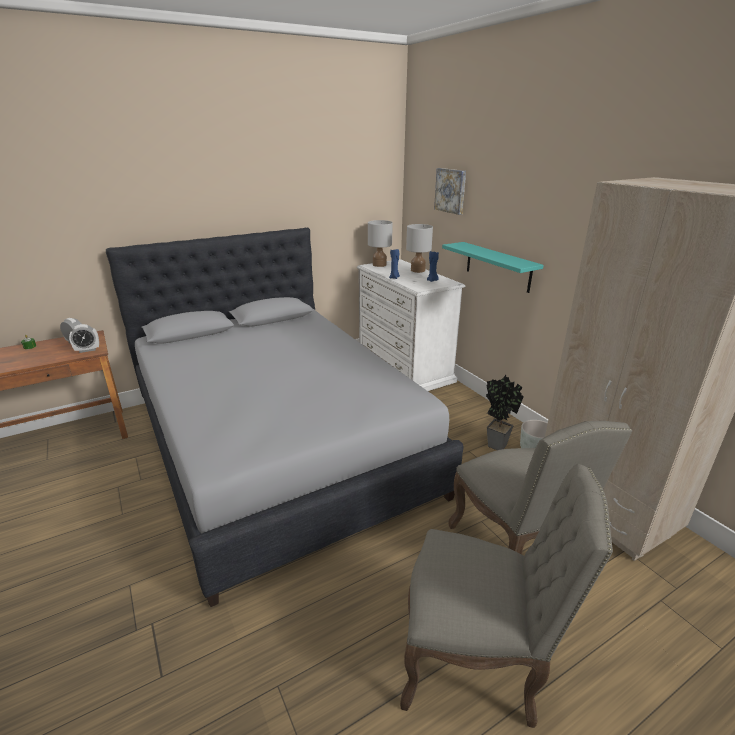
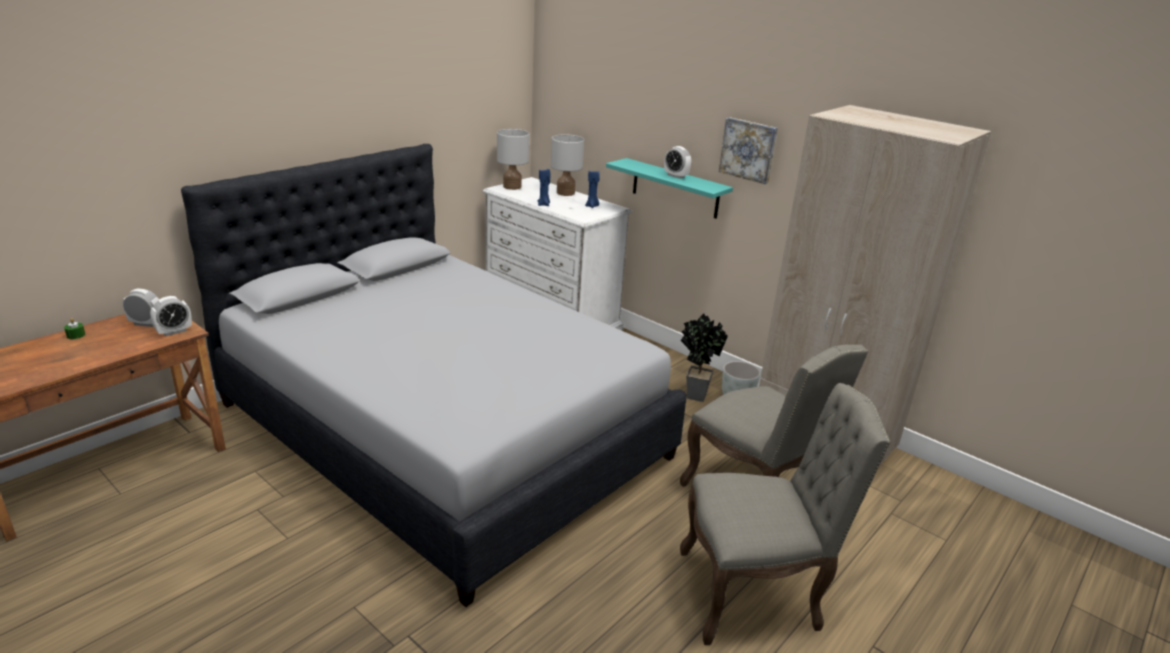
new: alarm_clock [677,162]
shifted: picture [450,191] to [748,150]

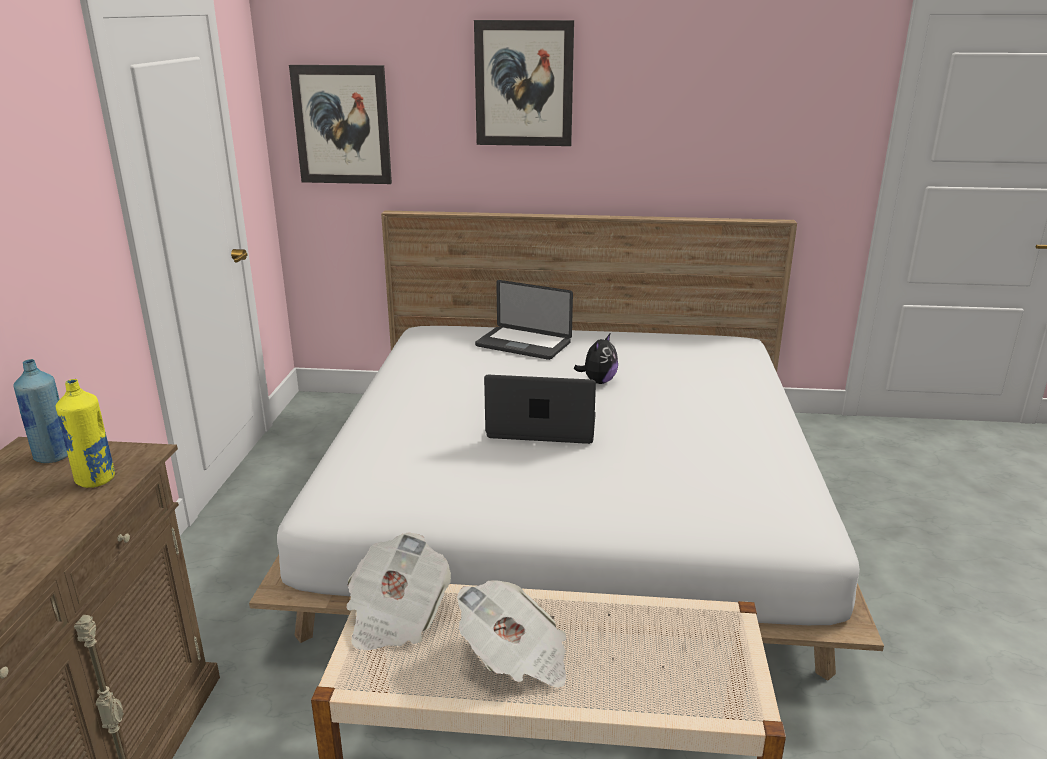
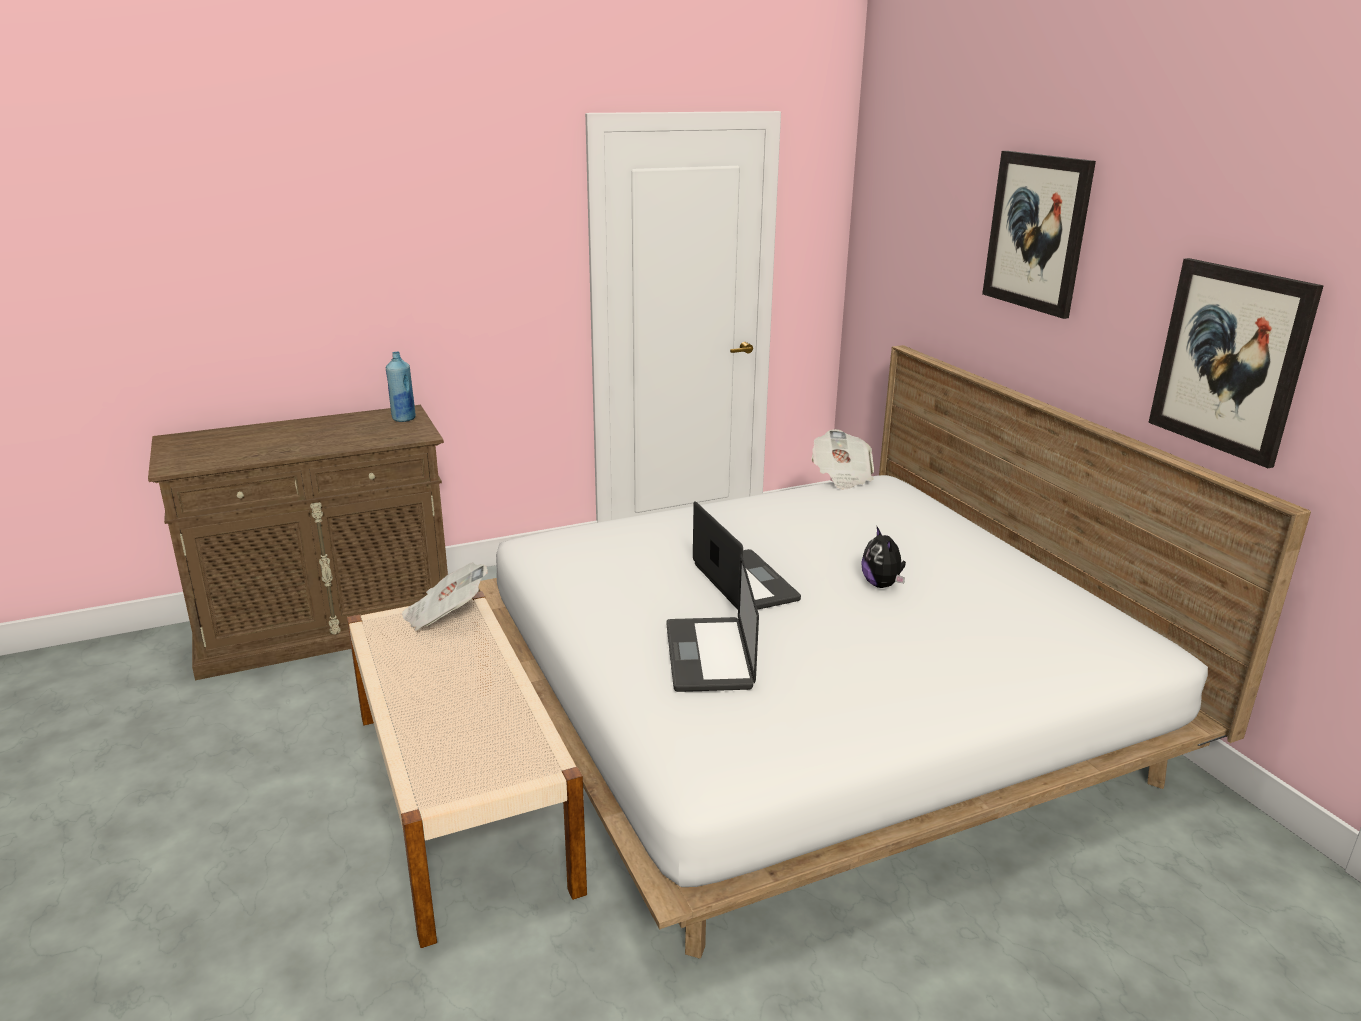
gone: yellow_bottle [85,433]
shifted: laptop [524,320] to [712,623]; newspaper [512,634] to [842,459]; picture [340,124] to [1236,363]
rotated: plush_toy [596,359] = [883,557] 75 degrees clockwise

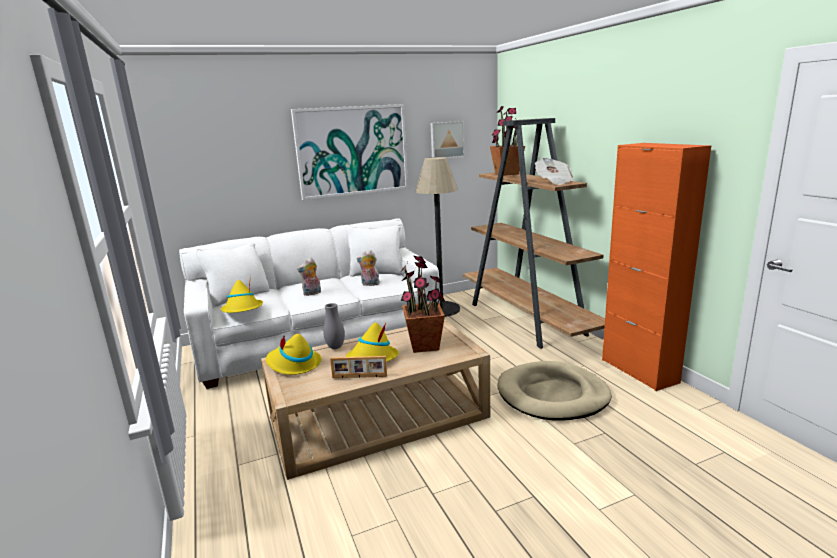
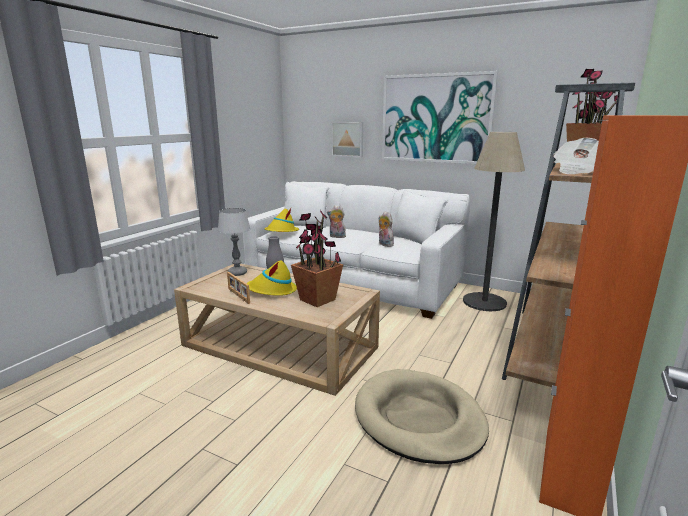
shifted: picture [448,139] to [347,139]
swapped: yellow_hat [294,354] to table_lamp [234,242]

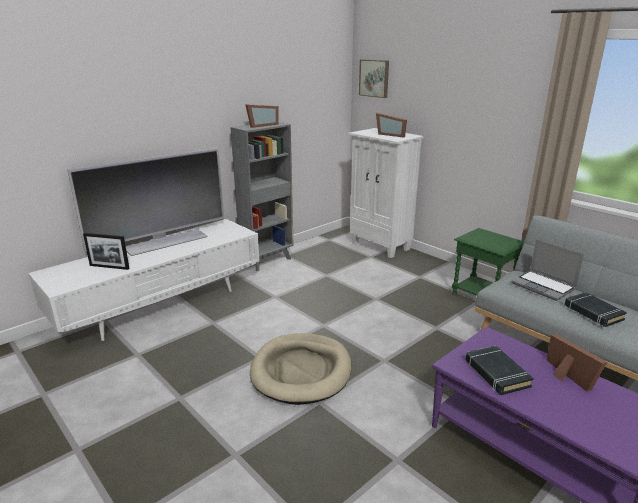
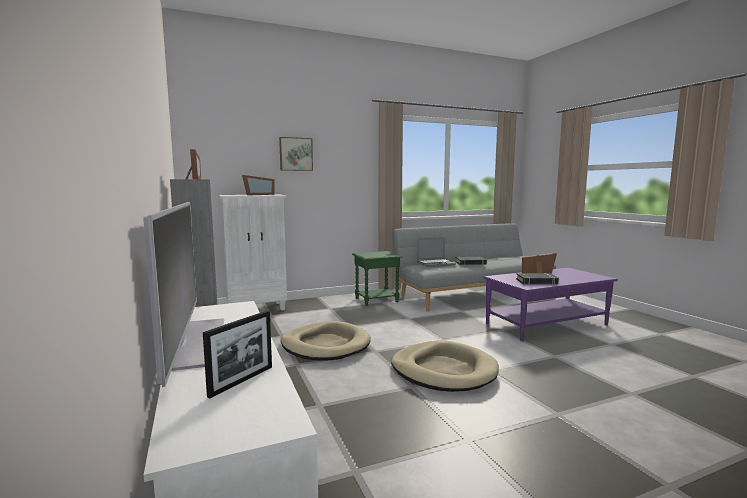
new: beige_dog_bed [326,341]
shifted: picture [374,78] to [296,154]

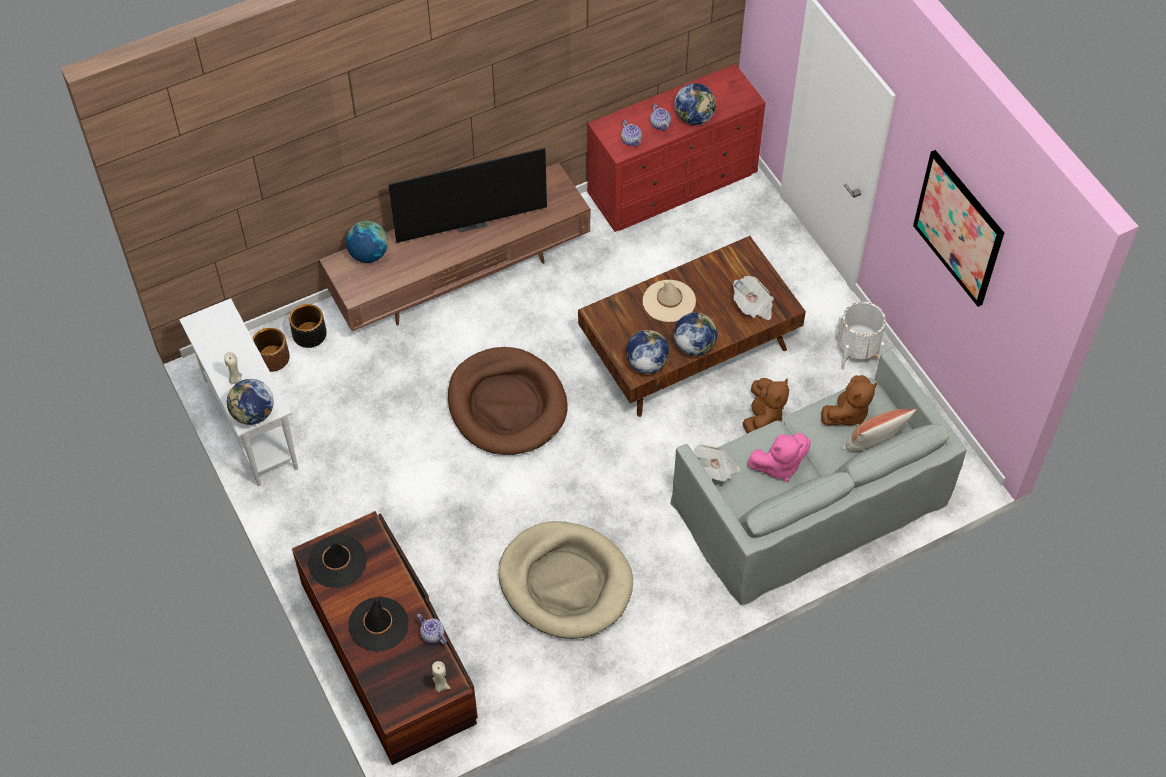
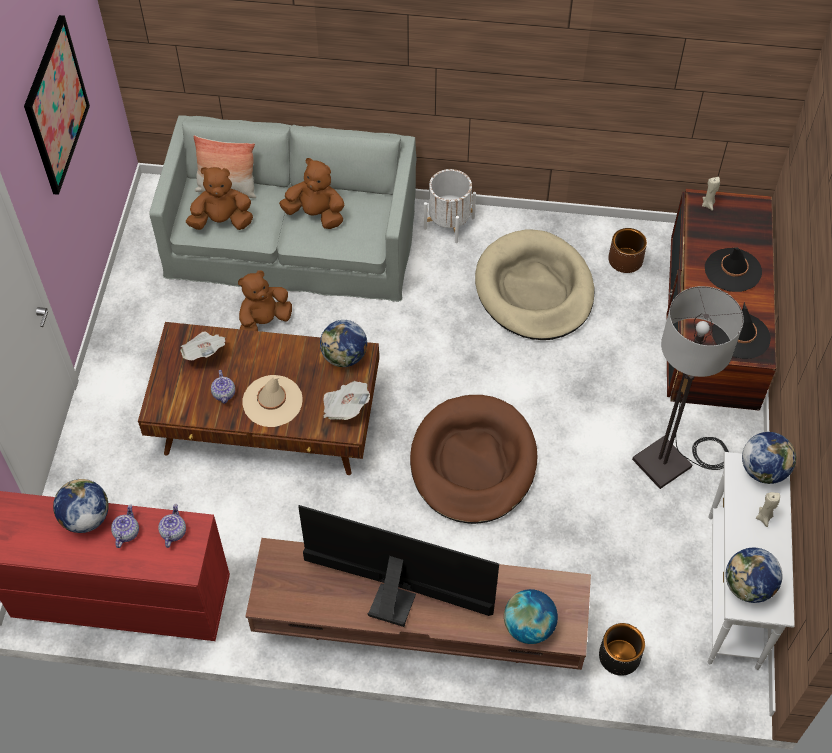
new: floor_lamp [688,387]
shifted: teapot [432,629] to [223,387]; newspaper [717,463] to [347,400]; white_planter [860,336] to [450,206]; brown_planter [271,349] to [627,250]; globe [695,334] to [754,575]
repainted: pink_plush_toy [779,457] to brown_plush_toy [311,193]

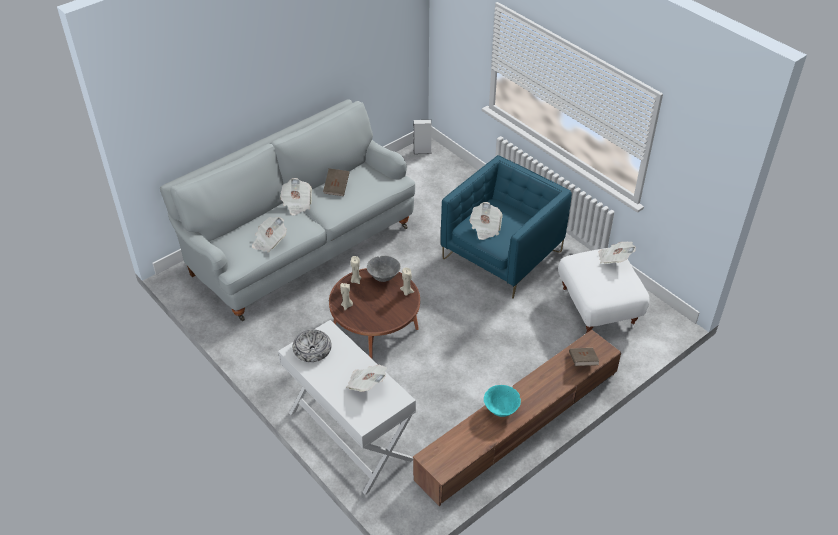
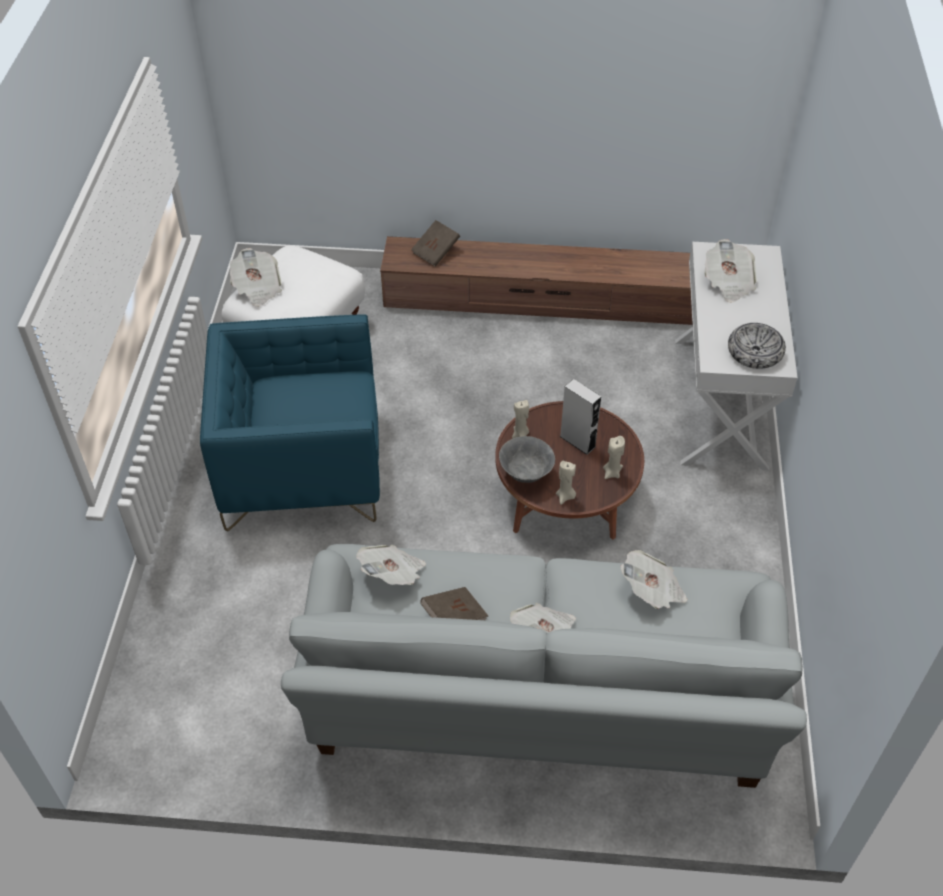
gone: turquoise_bowl [502,401]
shifted: newspaper [486,221] to [391,565]; grey_speaker [422,137] to [580,417]

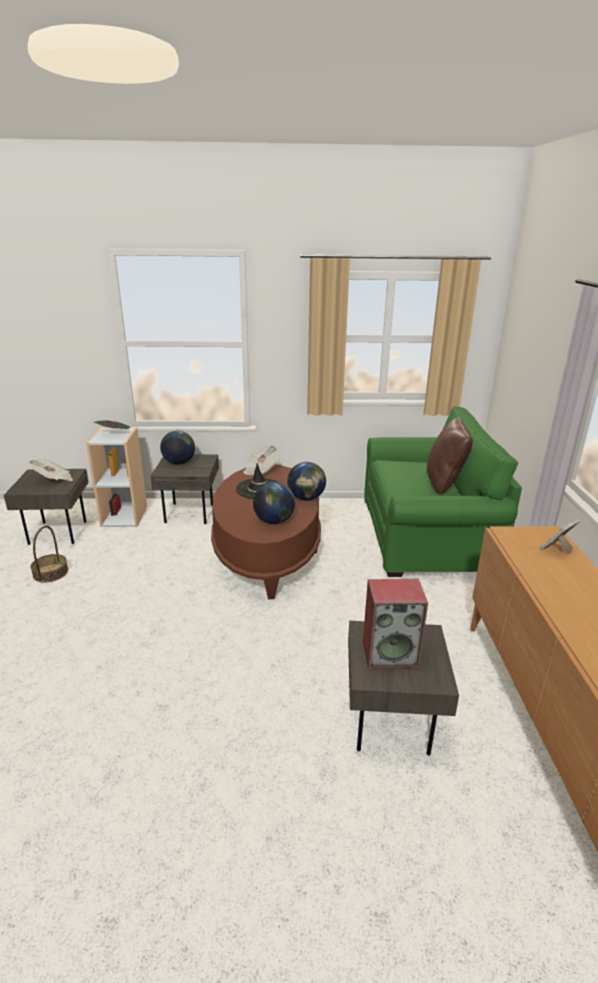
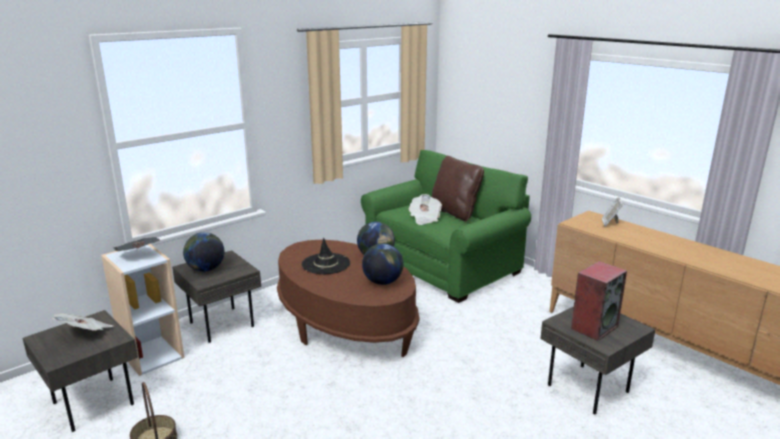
shifted: newspaper [262,460] to [425,209]

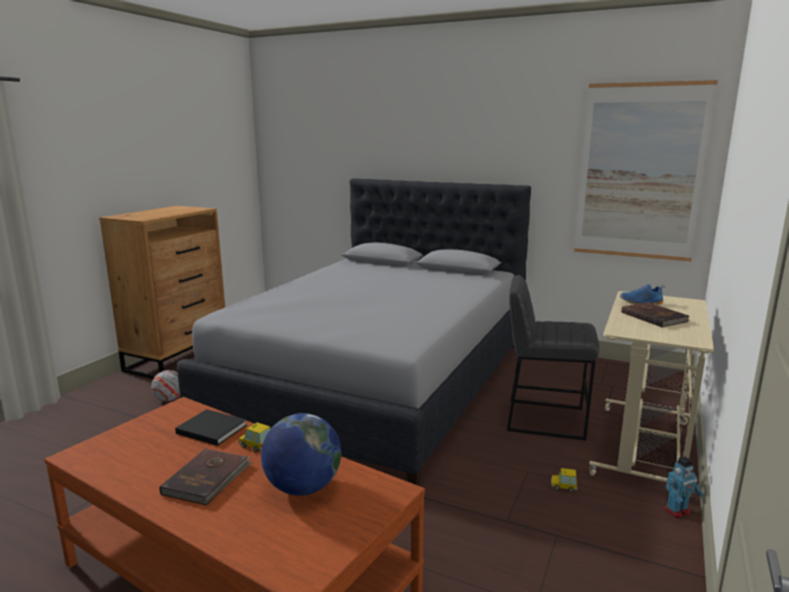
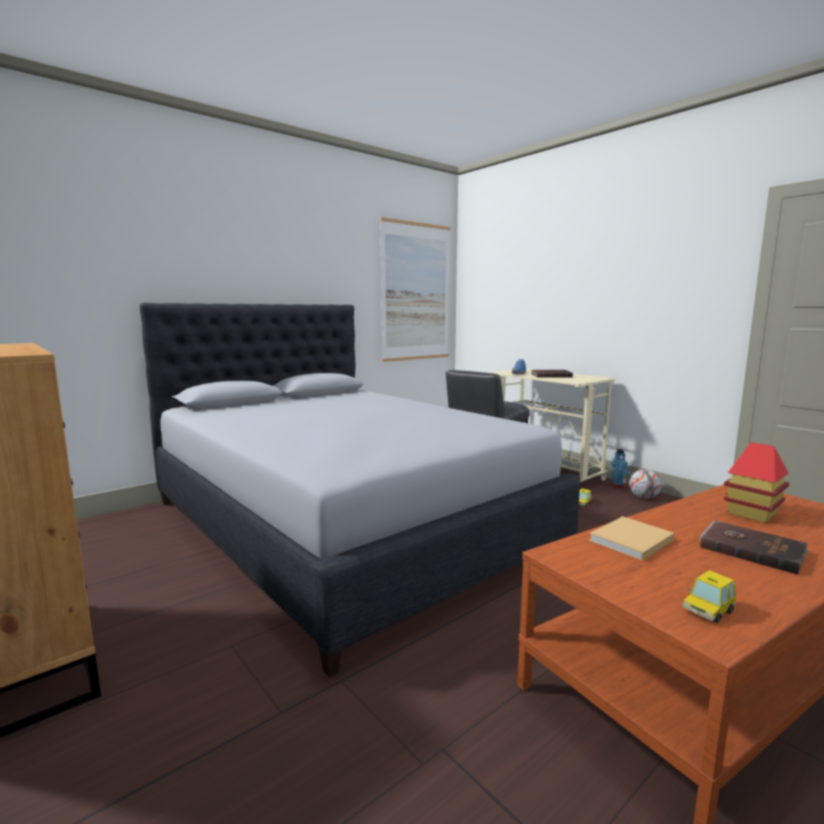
shifted: football [165,385] to [645,484]; toy_car [254,437] to [709,596]
swapped: globe [301,454] to toy_house [756,482]
repainted: black_book [211,427] to beige_book [632,538]

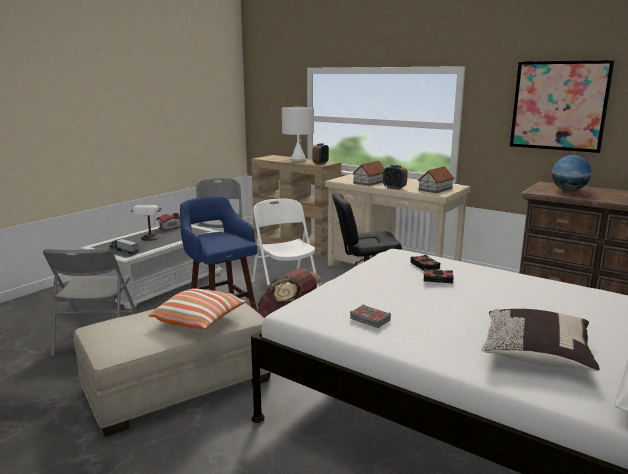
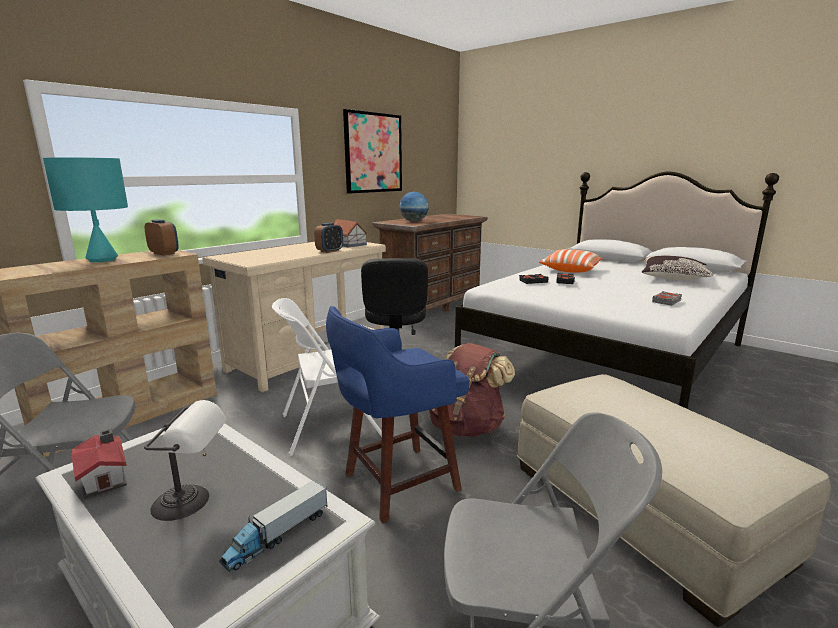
gone: toy_house [369,173]
shifted: pillow [197,308] to [571,261]
repainted: white_table_lamp [298,134] to turquoise_table_lamp [85,209]

